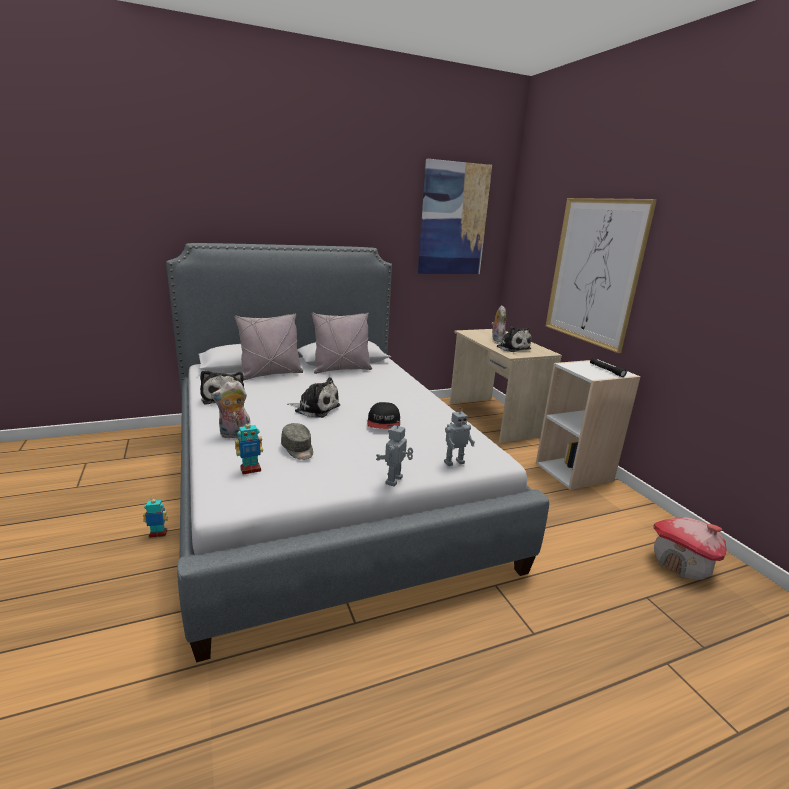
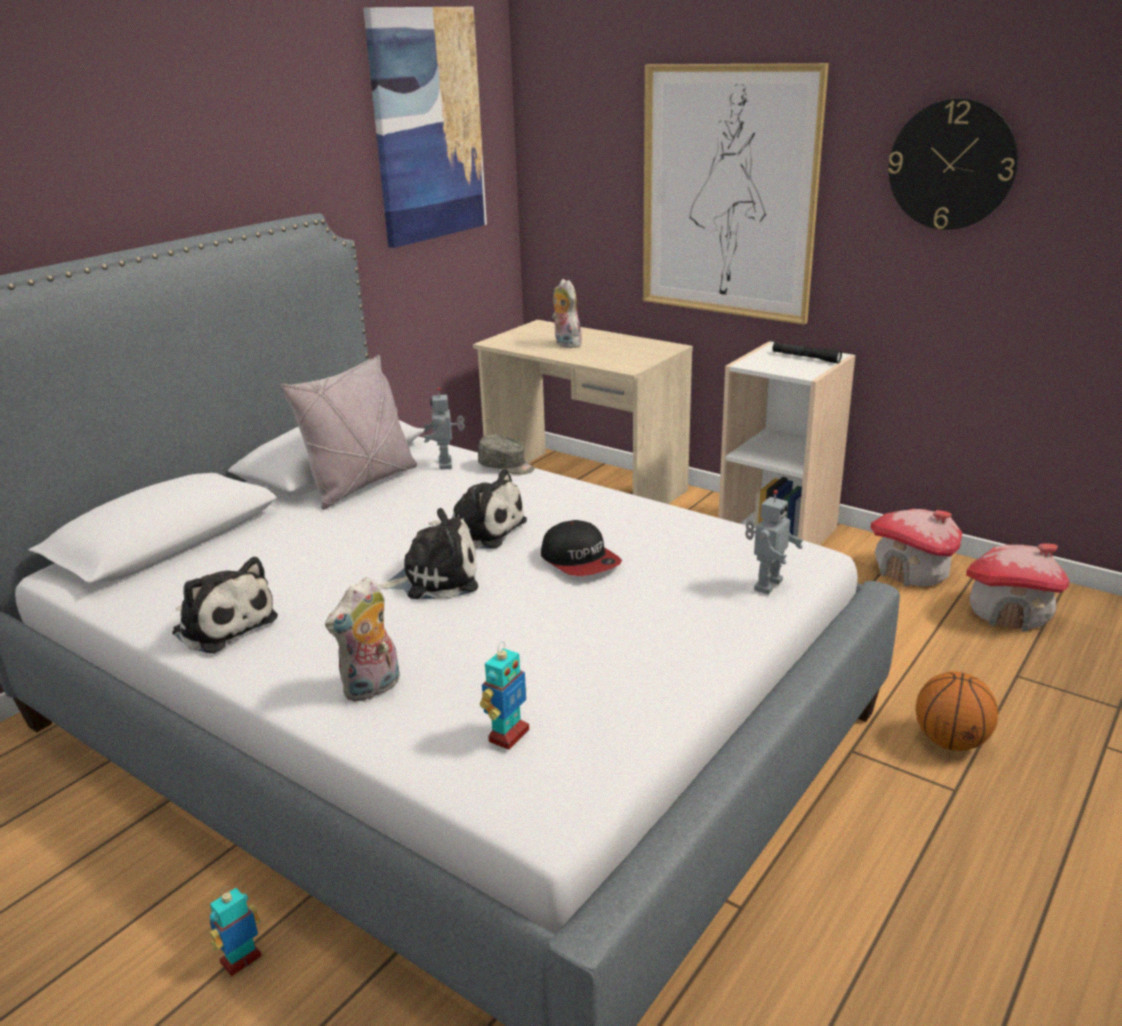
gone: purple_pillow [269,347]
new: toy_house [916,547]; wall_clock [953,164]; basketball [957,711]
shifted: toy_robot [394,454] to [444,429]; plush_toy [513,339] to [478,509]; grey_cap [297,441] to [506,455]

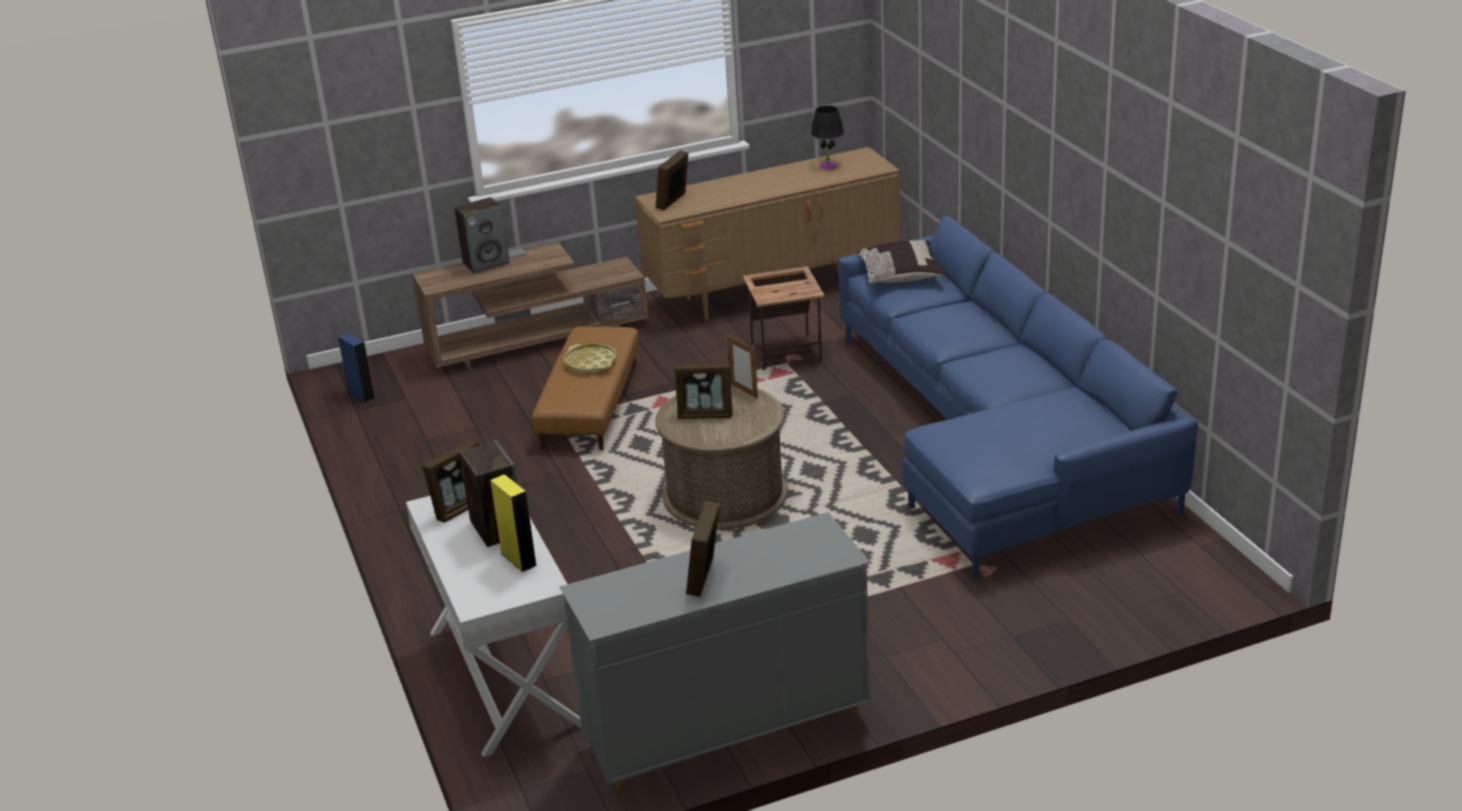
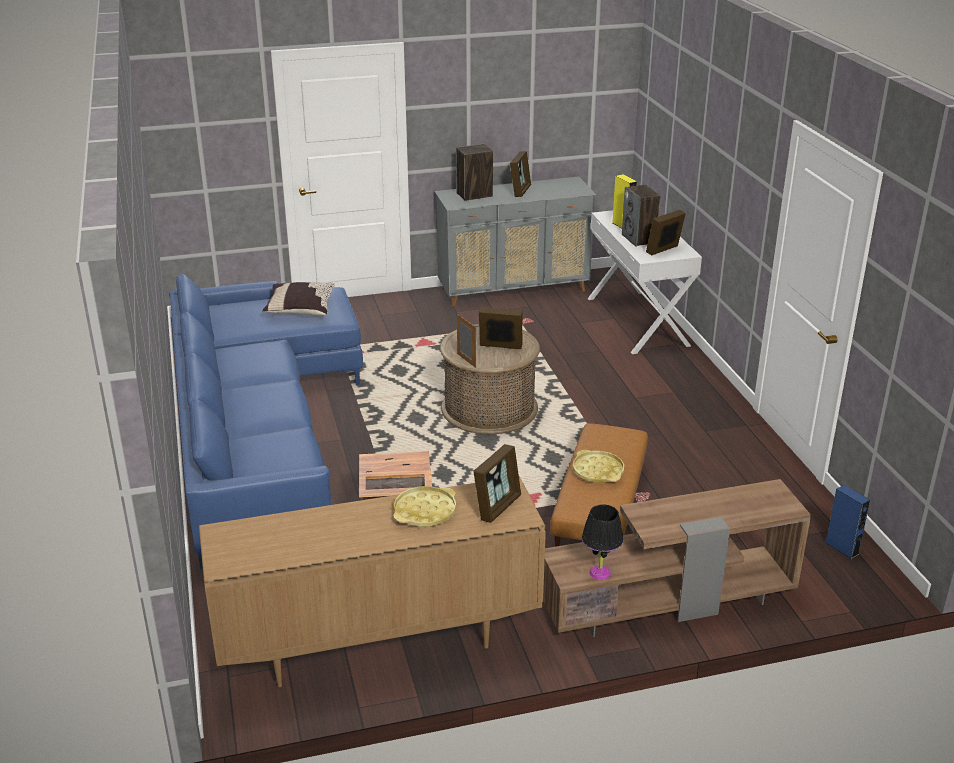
new: yellow_tray [424,506]
shifted: pillow [901,261] to [299,298]; speaker [482,235] to [474,172]; black_table_lamp [827,138] to [602,542]

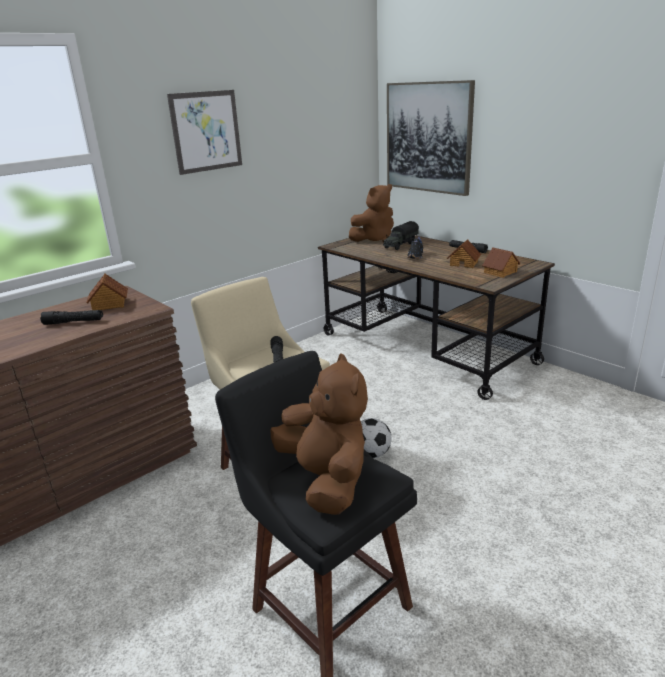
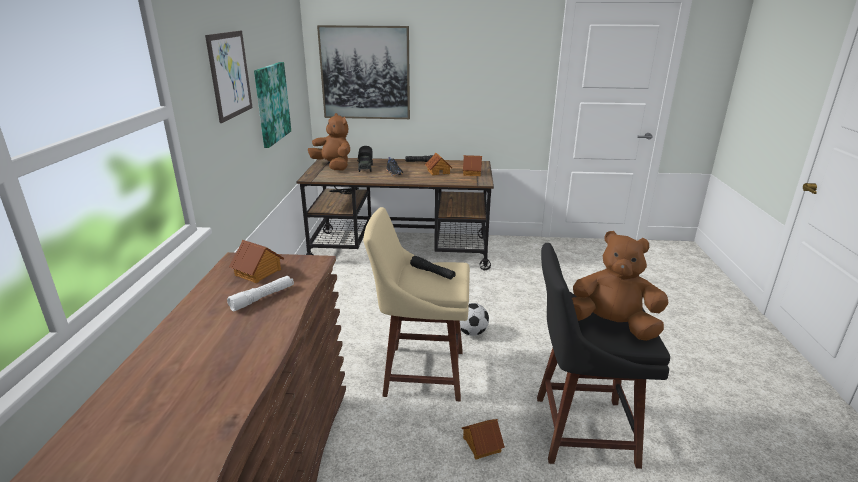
new: picture [272,105]; toy_house [483,439]
repainted: black_flashlight [71,317] to white_flashlight [260,293]
rotated: brown_plush_toy [371,213] = [329,142] 60 degrees counterclockwise

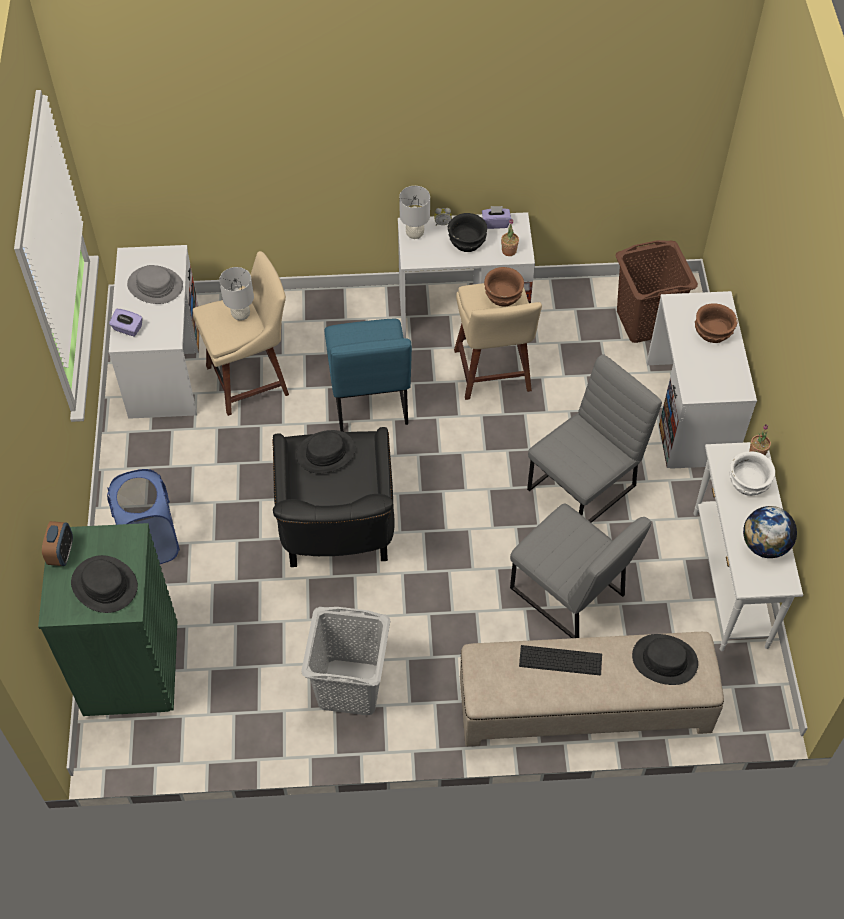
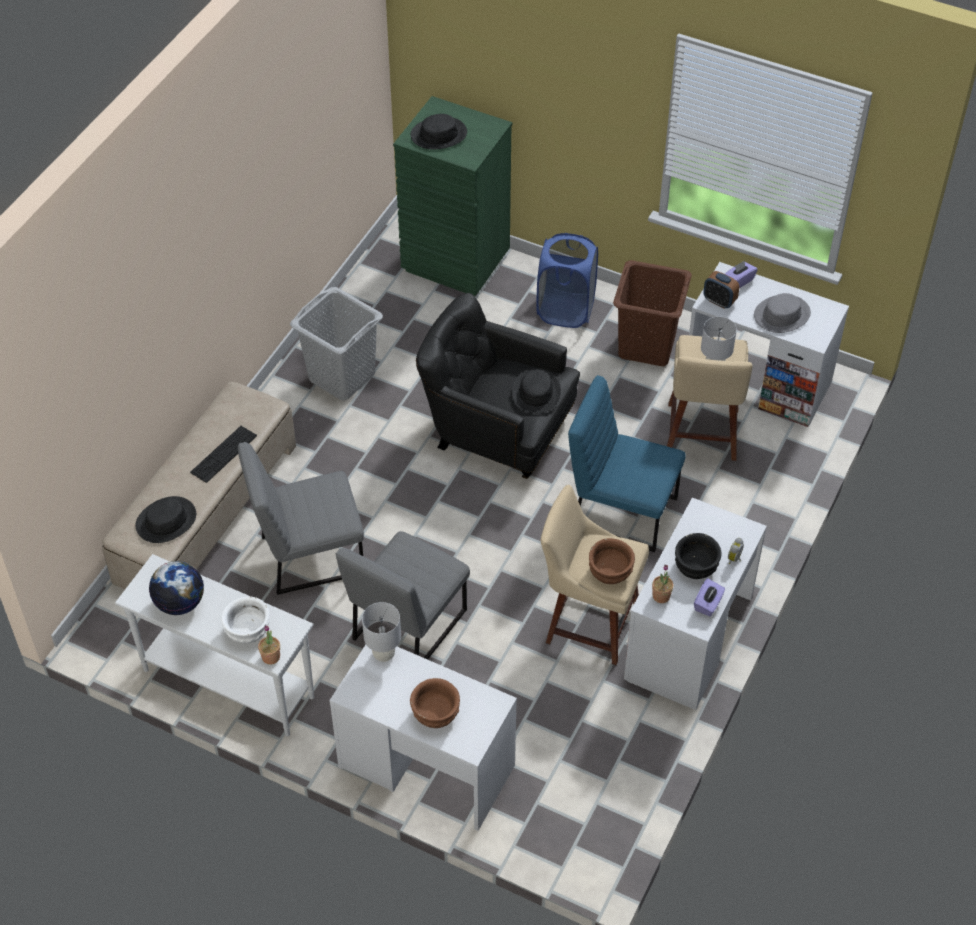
shifted: grey_table_lamp [414,212] to [381,632]; brown_laundry_basket [657,291] to [652,313]; alarm_clock [57,543] to [721,289]
rotated: grey_chair [594,438] = [403,595] 45 degrees clockwise

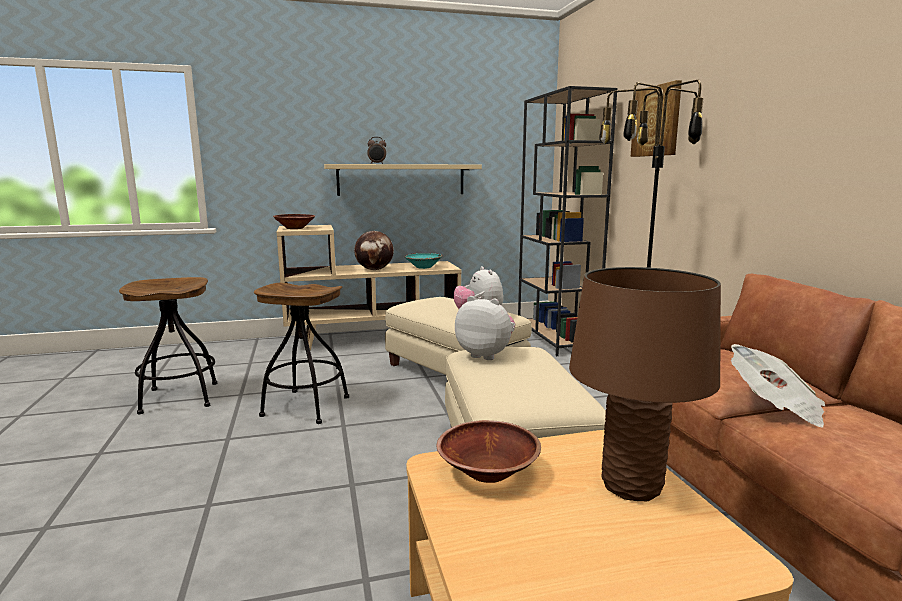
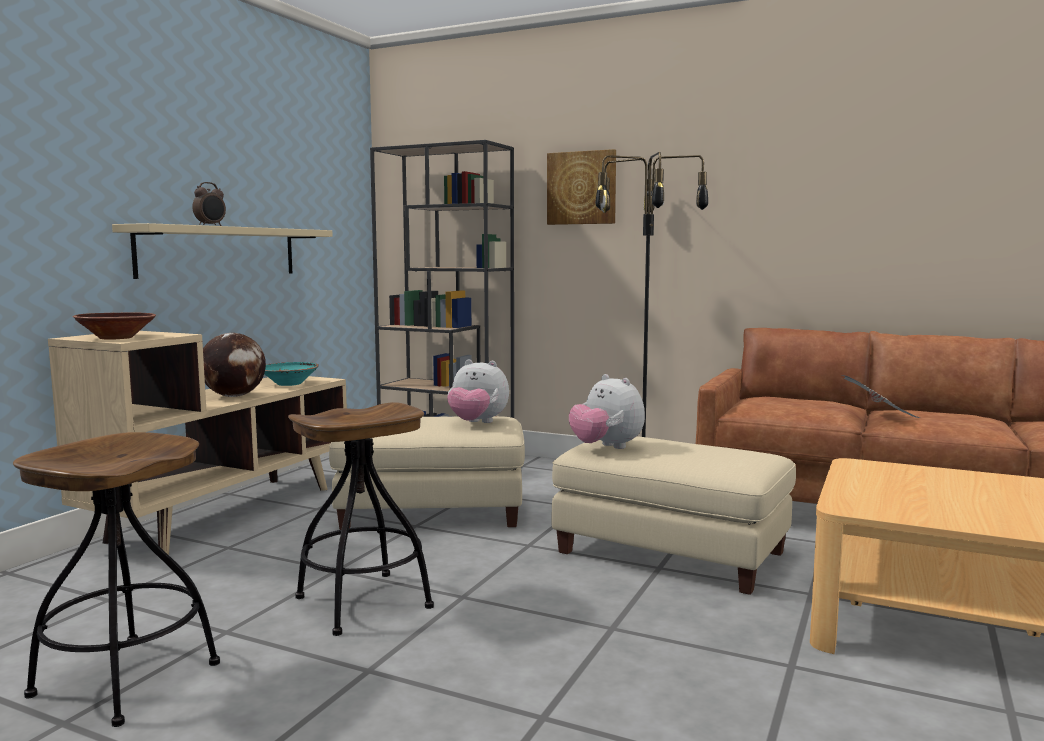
gone: brown_bowl [488,451]; brown_table_lamp [645,384]
rotated: plush_toy [485,328] = [607,411] 105 degrees counterclockwise

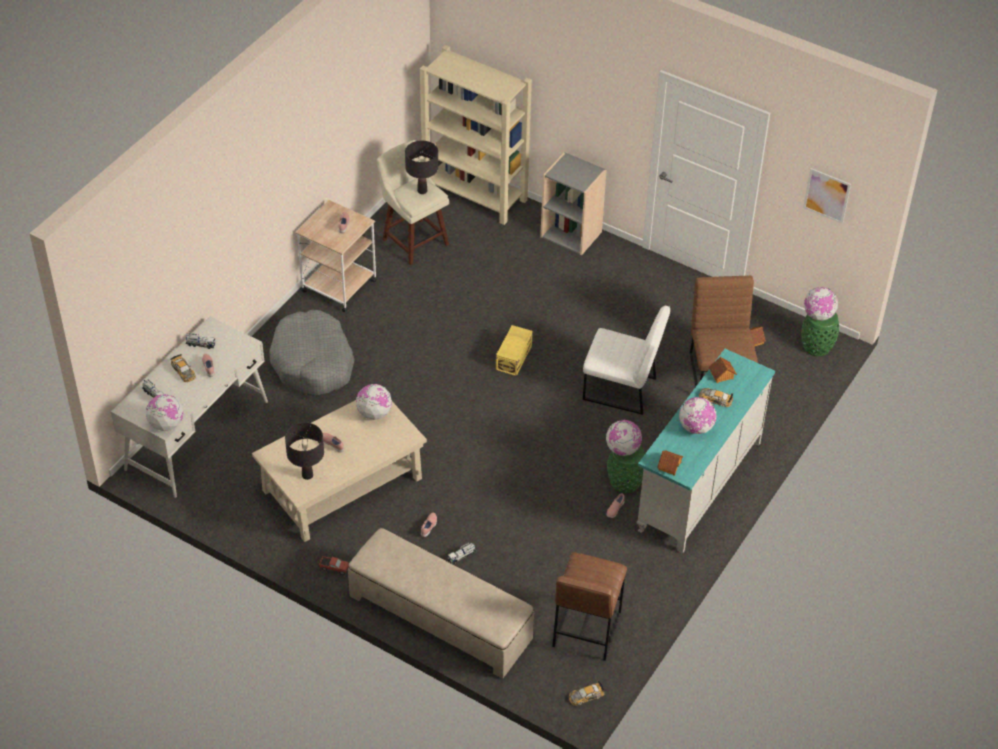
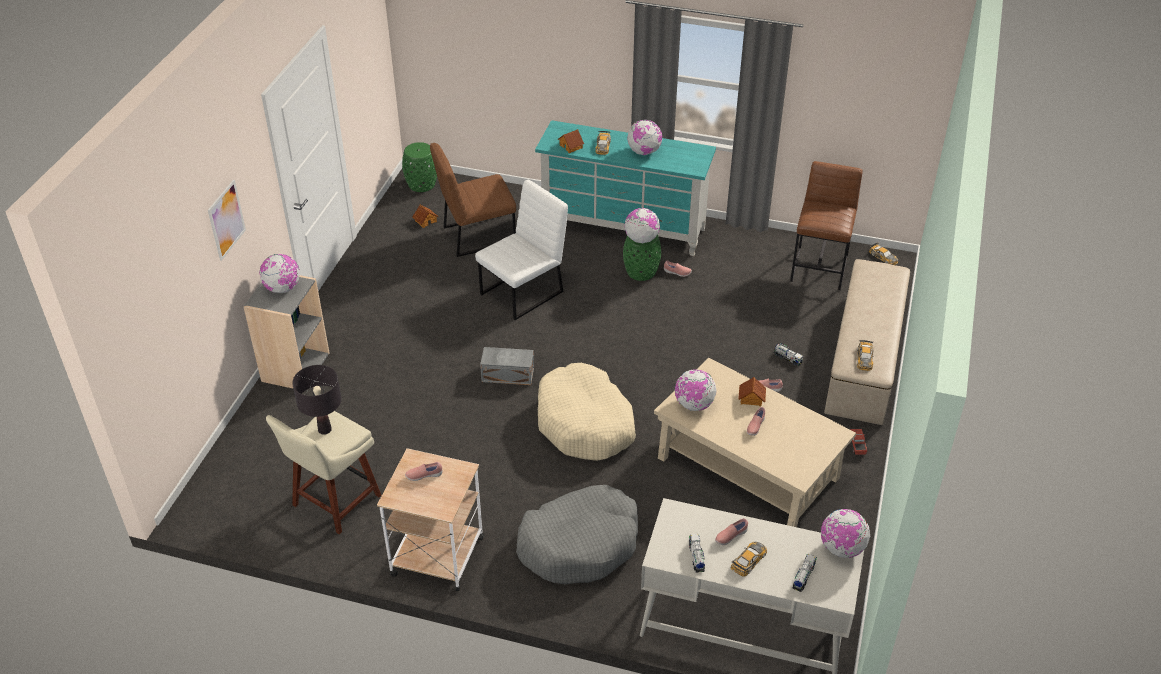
gone: black_table_lamp [304,451]; beige_bookcase [476,135]
new: beige_dog_bed [587,412]; toy_car [865,355]
shifted: picture [827,196] to [227,220]; globe [821,304] to [279,273]; toy_house [670,463] to [752,391]
repainted: yellow_storage_box [514,350] to grey_storage_box [507,366]
rotated: white_chair [626,360] = [521,249] 45 degrees clockwise; brown_chair [589,607] = [826,225] 75 degrees counterclockwise

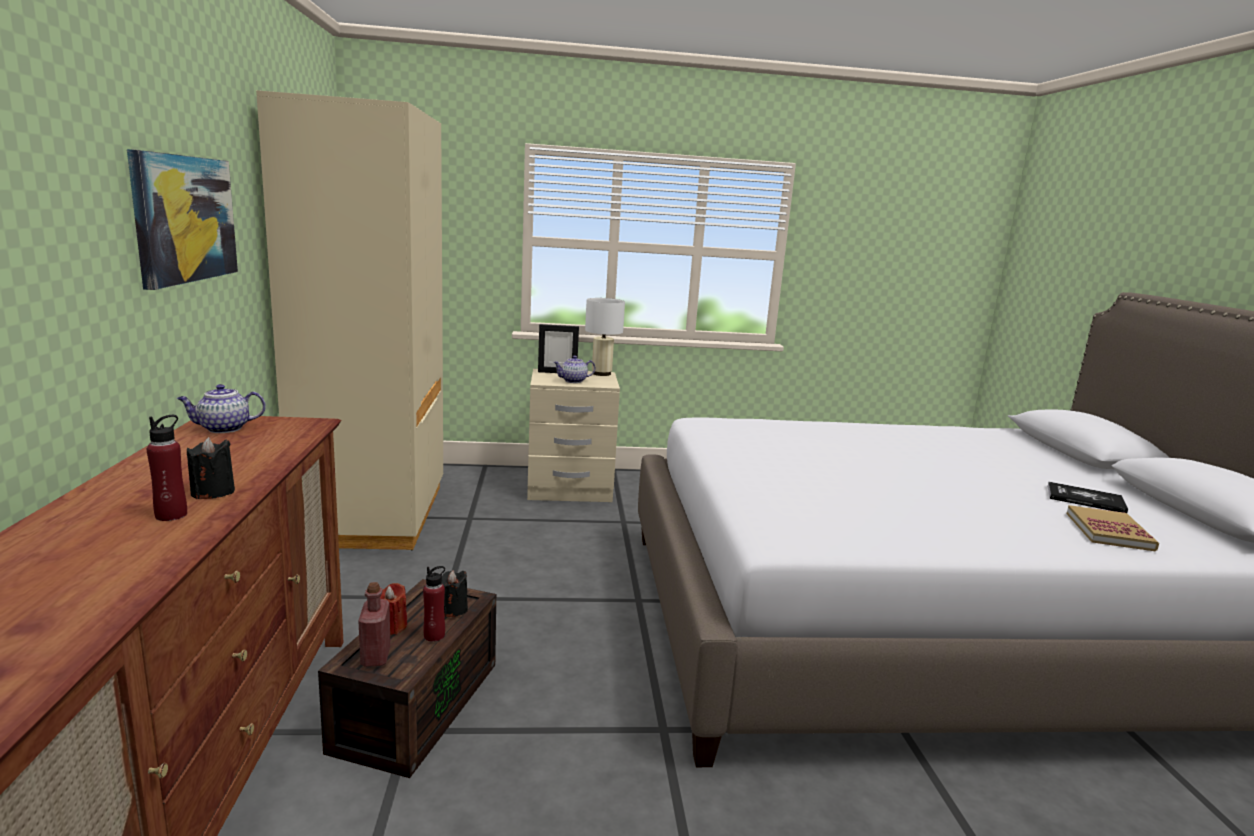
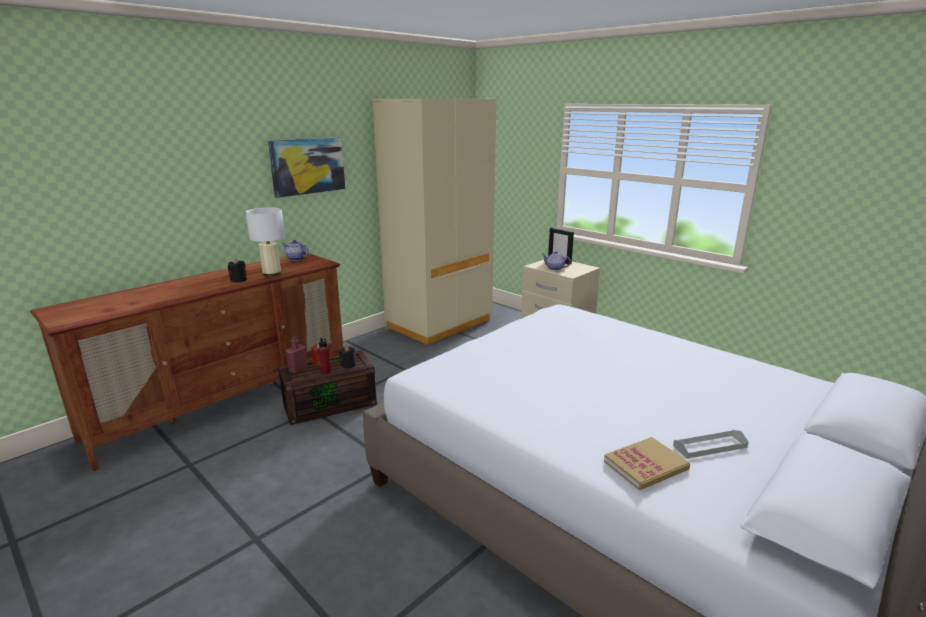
gone: red_bottle [167,468]
shifted: white_table_lamp [605,337] to [265,242]
swapped: book [1087,497] to grey_tray [711,444]

